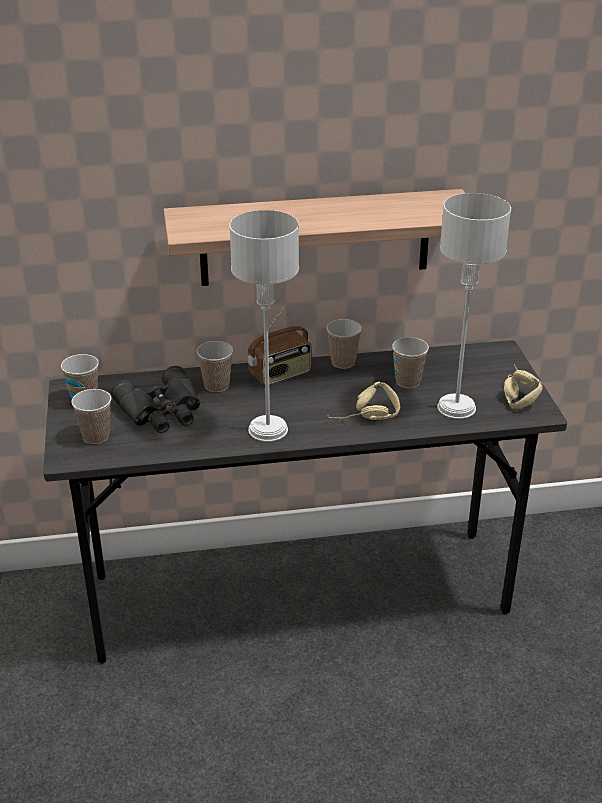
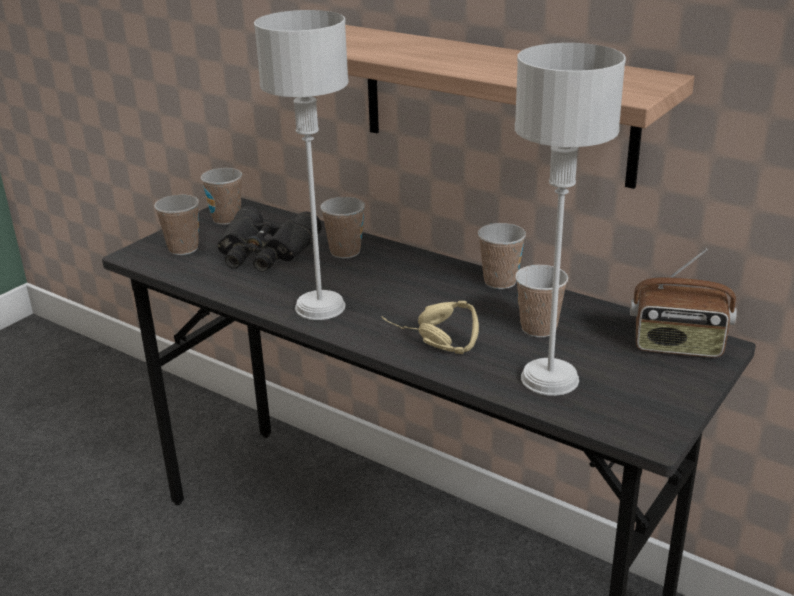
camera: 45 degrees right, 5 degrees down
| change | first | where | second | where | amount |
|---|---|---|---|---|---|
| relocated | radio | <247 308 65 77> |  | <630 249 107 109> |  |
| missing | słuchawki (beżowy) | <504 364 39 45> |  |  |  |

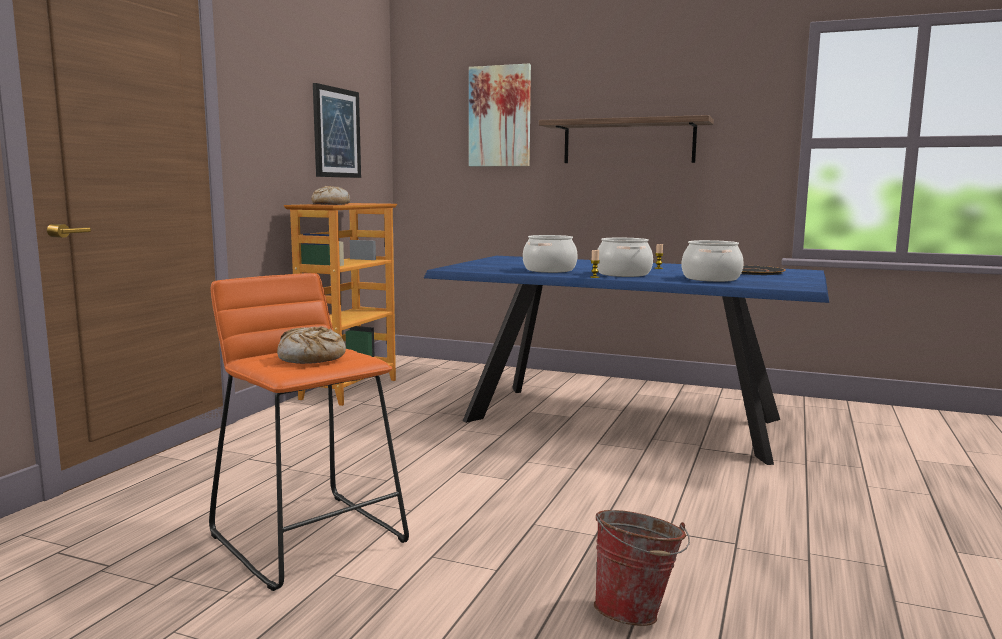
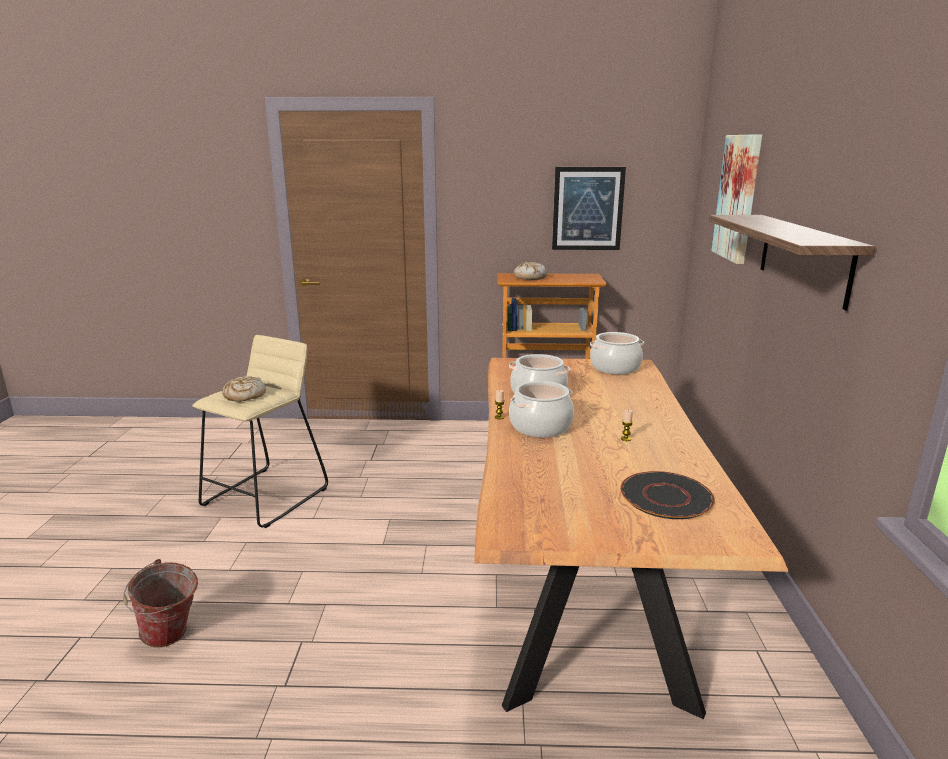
camera: 70 degrees right, 10 degrees up
| change | first | where | second | where | amount |
|---|---|---|---|---|---|
| colour | stołek (pomarańczowy) | <209 273 200 318> | stołek (beżowy) | <192 335 136 193> |  |
| colour | stół jadalny (niebieski) | <424 256 405 209> | stół jadalny (brązowy) | <474 358 315 361> |  |
| relocated | garnek | <682 240 62 42> |  | <590 332 54 42> |  |

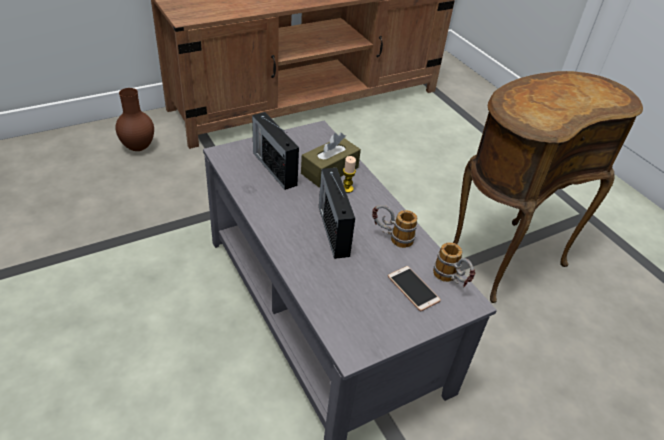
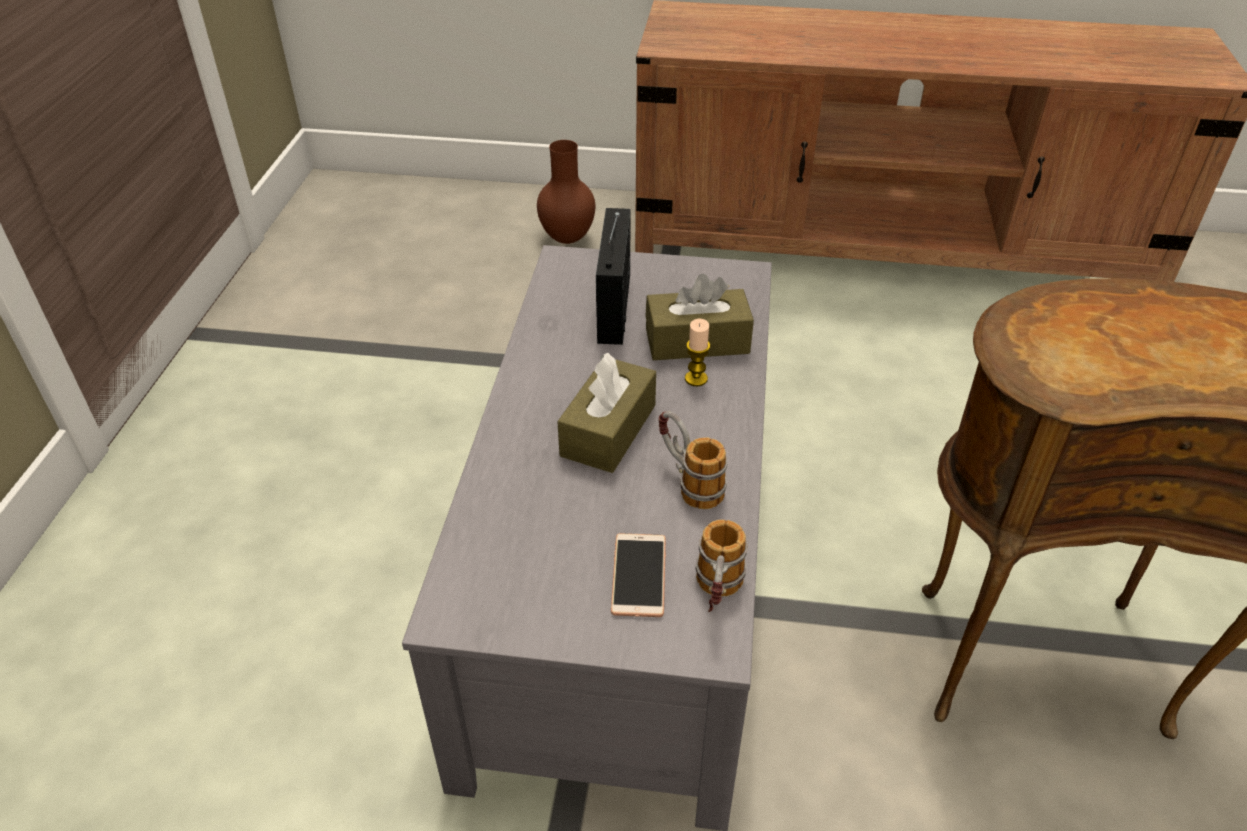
camera: 40 degrees right, 0 degrees up
| change | first | where | second | where | amount |
|---|---|---|---|---|---|
| exchanged | radio | <319 168 36 91> | pudełko chusteczek (brązowy) | <557 353 99 120> |  |

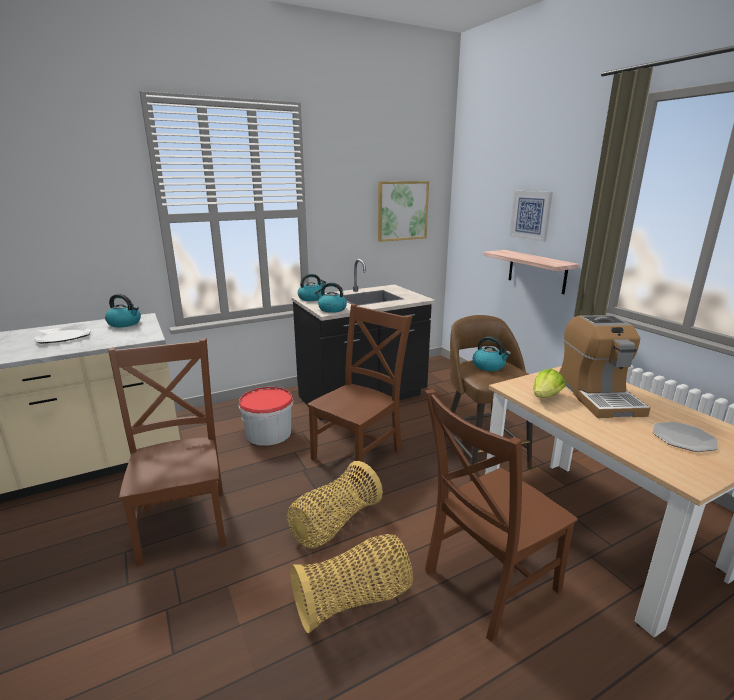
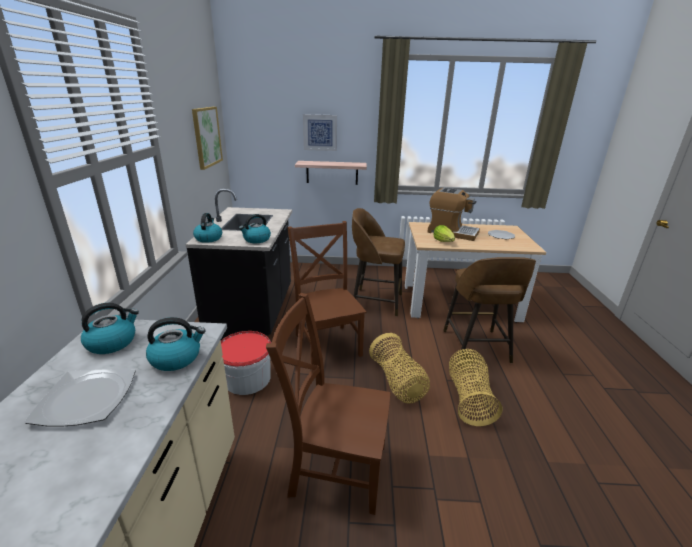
camera: 60 degrees left, 5 degrees up
| change | first | where | second | where | amount |
|---|---|---|---|---|---|
| relocated | czajnik | <473 336 38 35> |  | <146 317 59 54> |  |
| exchanged | krzesło (brązowy) | <425 389 153 253> | stołek (brązowy) | <443 257 93 106> |  |

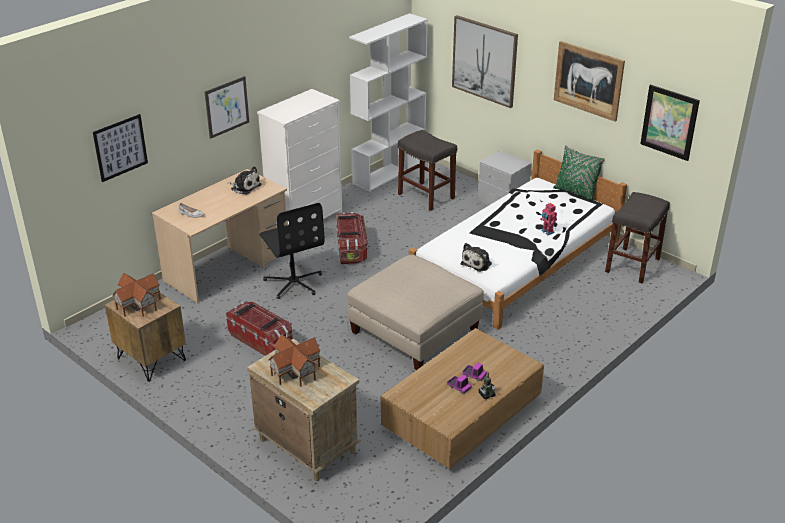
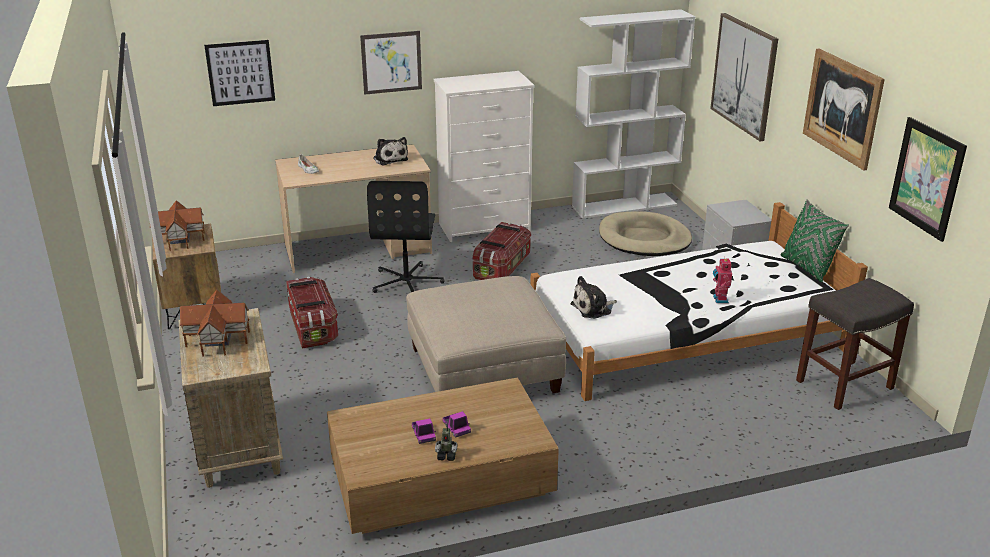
camera: 30 degrees right, 5 degrees down
| change | first | where | second | where | amount |
|---|---|---|---|---|---|
| exchanged | stołek (szary) | <398 130 59 81> | legowisko (beżowy) | <599 211 93 45> |  |

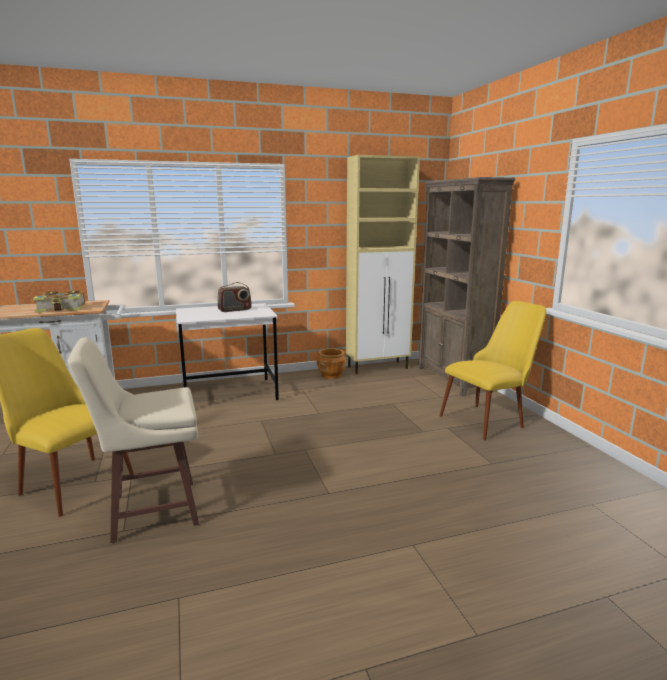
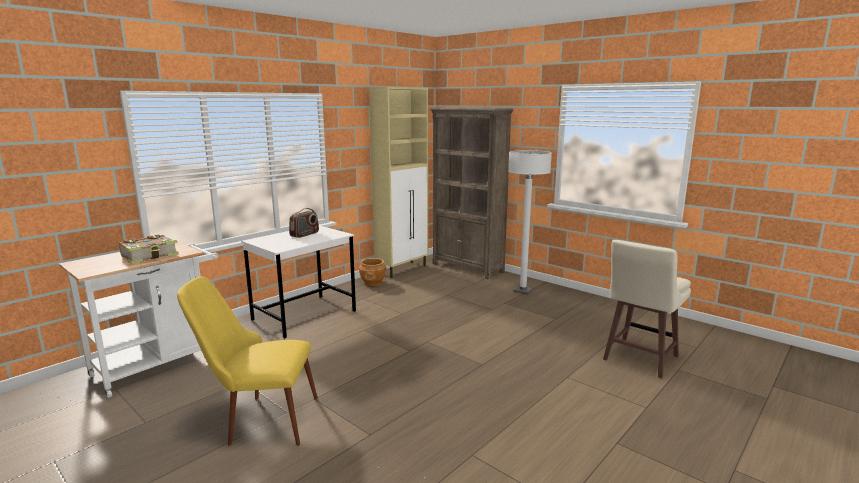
camera: 30 degrees left, 0 degrees up
| change | first | where | second | where | amount |
|---|---|---|---|---|---|
| exchanged | krzesło (żółty) | <440 301 106 139> | lampa stojąca (biały) | <508 150 44 144> |  |
| relocated | stołek (beżowy) | <68 337 131 206> |  | <603 240 88 138> |  |

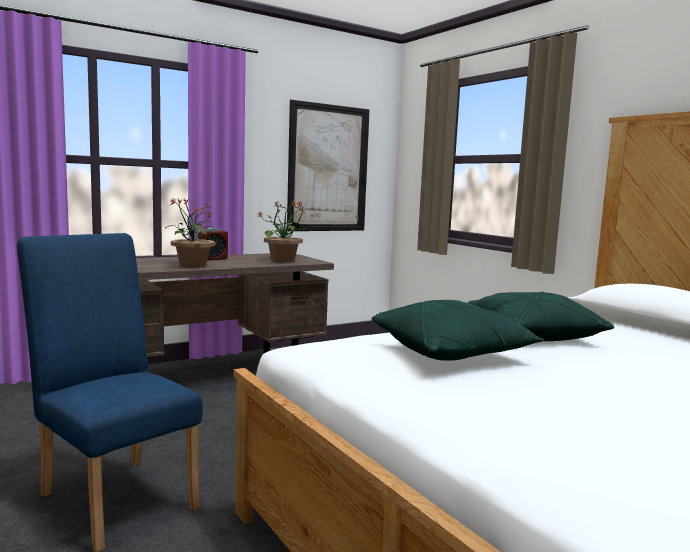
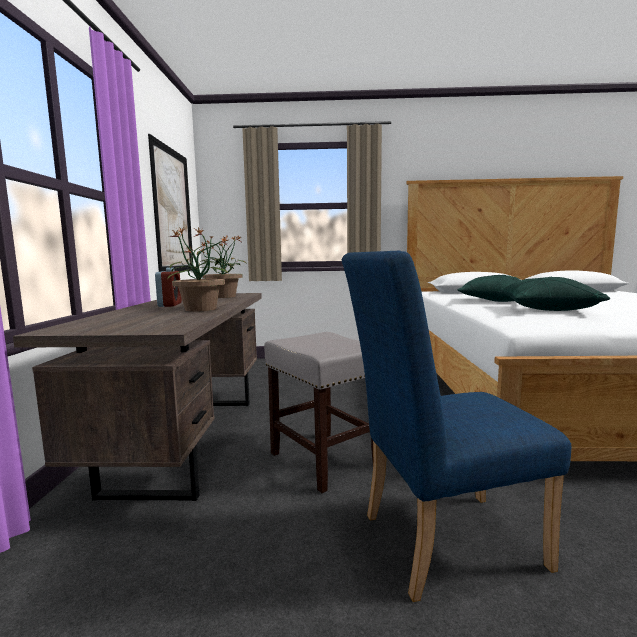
camera: 55 degrees left, 0 degrees up
| change | first | where | second | where | amount |
|---|---|---|---|---|---|
| appeared |  |  | stołek (szary) | <264 332 109 161> |  |

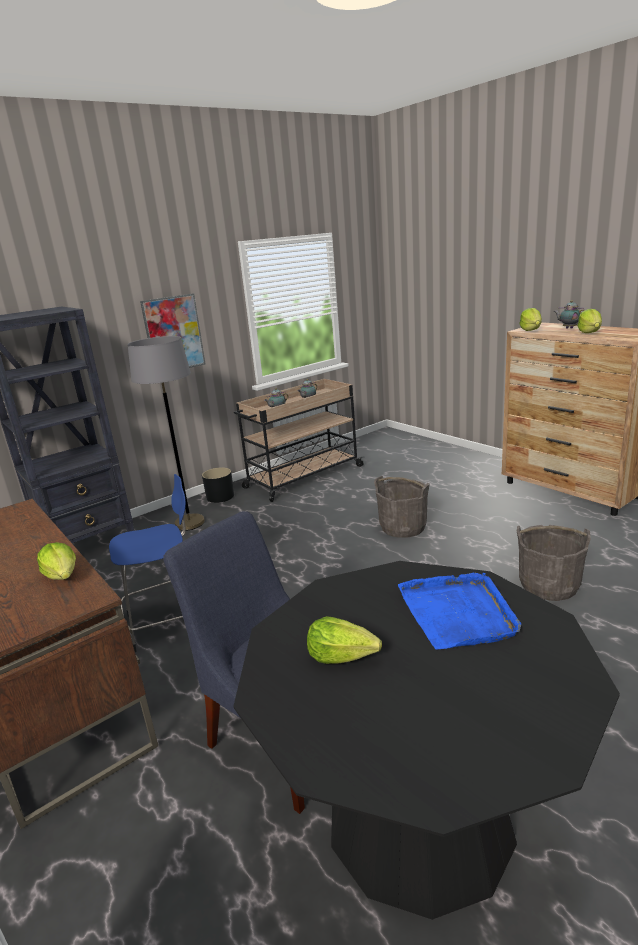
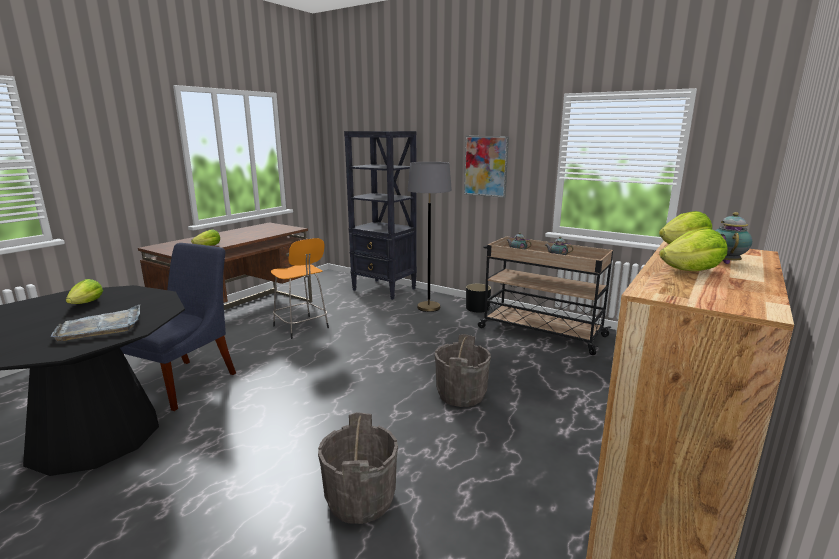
camera: 70 degrees right, 5 degrees down
| change | first | where | second | where | amount |
|---|---|---|---|---|---|
| colour | taca (niebieski) | <398 573 123 77> | taca (szary) | <51 305 89 36> |  |
| colour | stołek (niebieski) | <109 474 77 178> | stołek (pomarańczowy) | <271 238 58 101> |  |

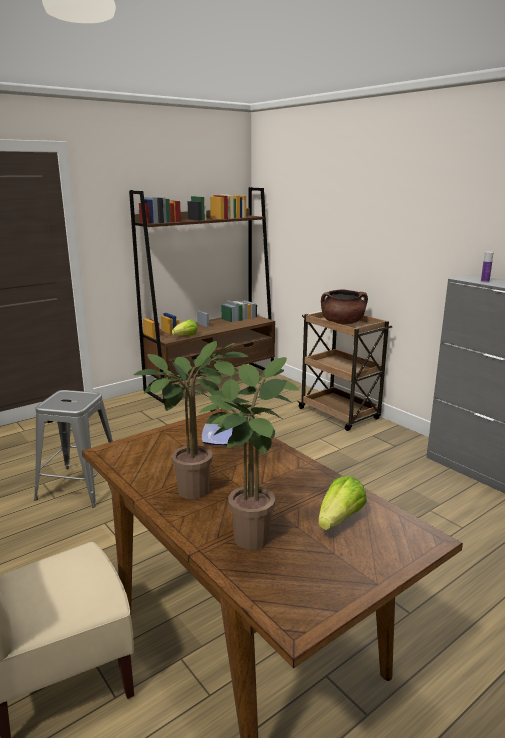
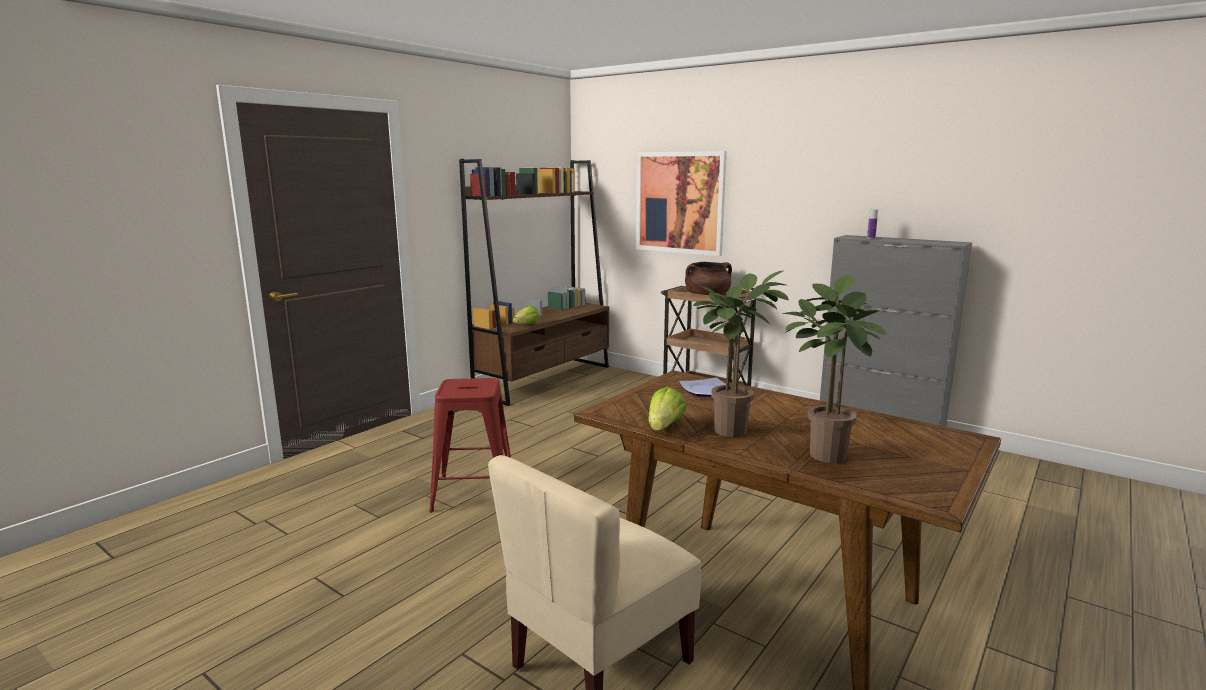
camera: 15 degrees left, 5 degrees down
| change | first | where | second | where | amount |
|---|---|---|---|---|---|
| colour | stołek (szary) | <34 390 79 118> | stołek (czerwony) | <429 378 82 134> |  |
| appeared |  |  | obraz | <636 151 91 105> |  |
| relocated | sałata | <318 475 49 55> |  | <649 387 37 44> |  |

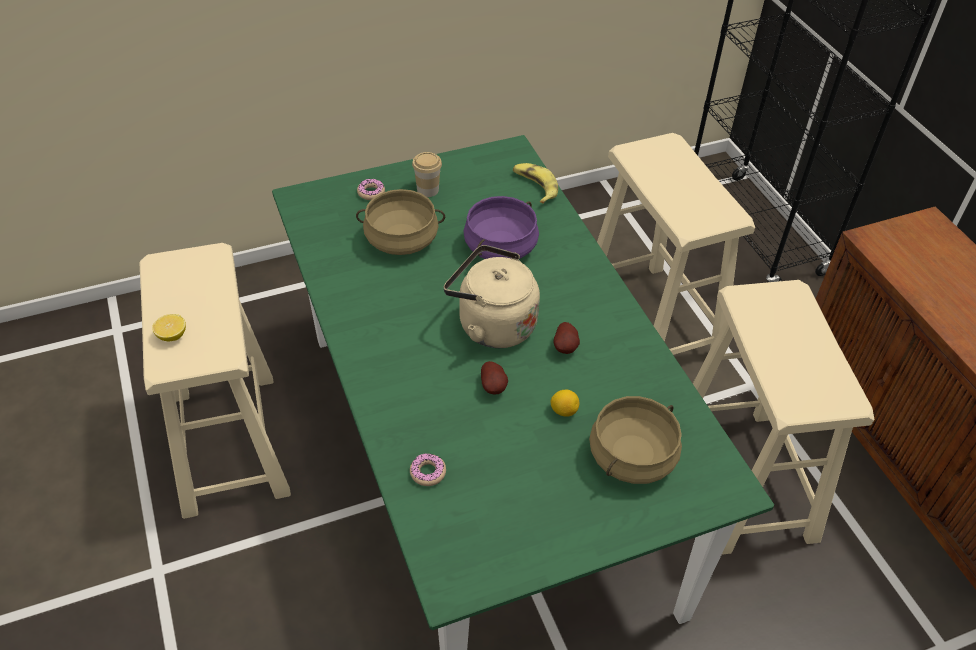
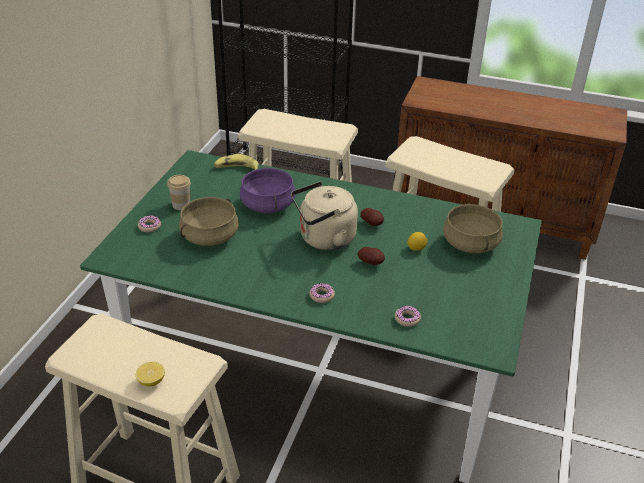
camera: 50 degrees left, 10 degrees down
| change | first | where | second | where | amount |
|---|---|---|---|---|---|
| appeared |  |  | donut | <309 283 26 20> |  |

